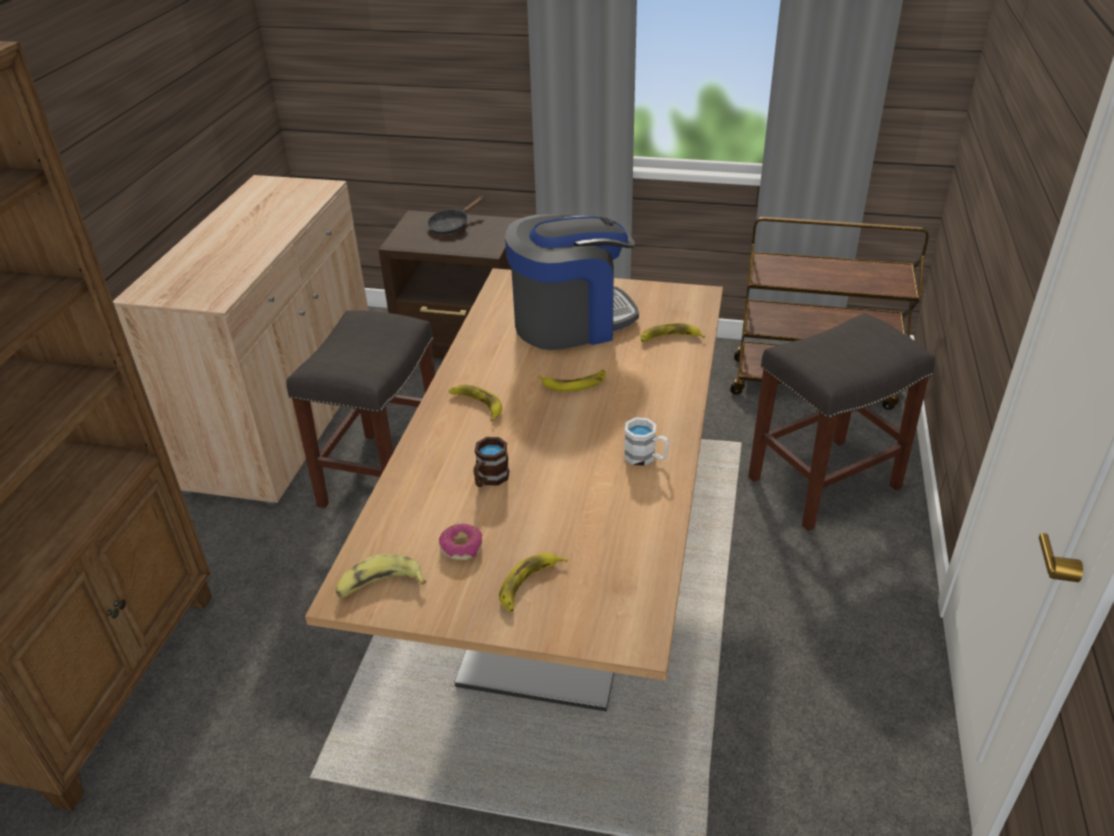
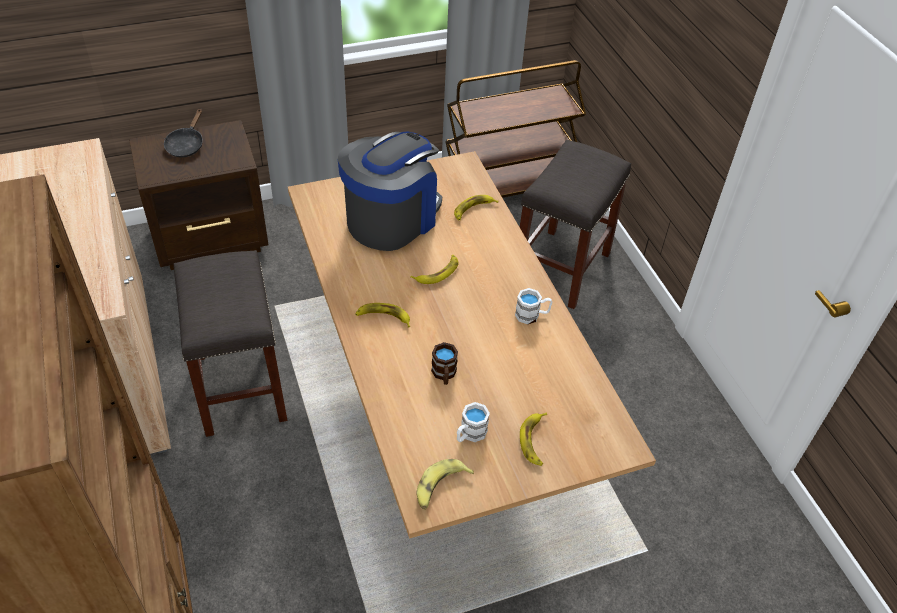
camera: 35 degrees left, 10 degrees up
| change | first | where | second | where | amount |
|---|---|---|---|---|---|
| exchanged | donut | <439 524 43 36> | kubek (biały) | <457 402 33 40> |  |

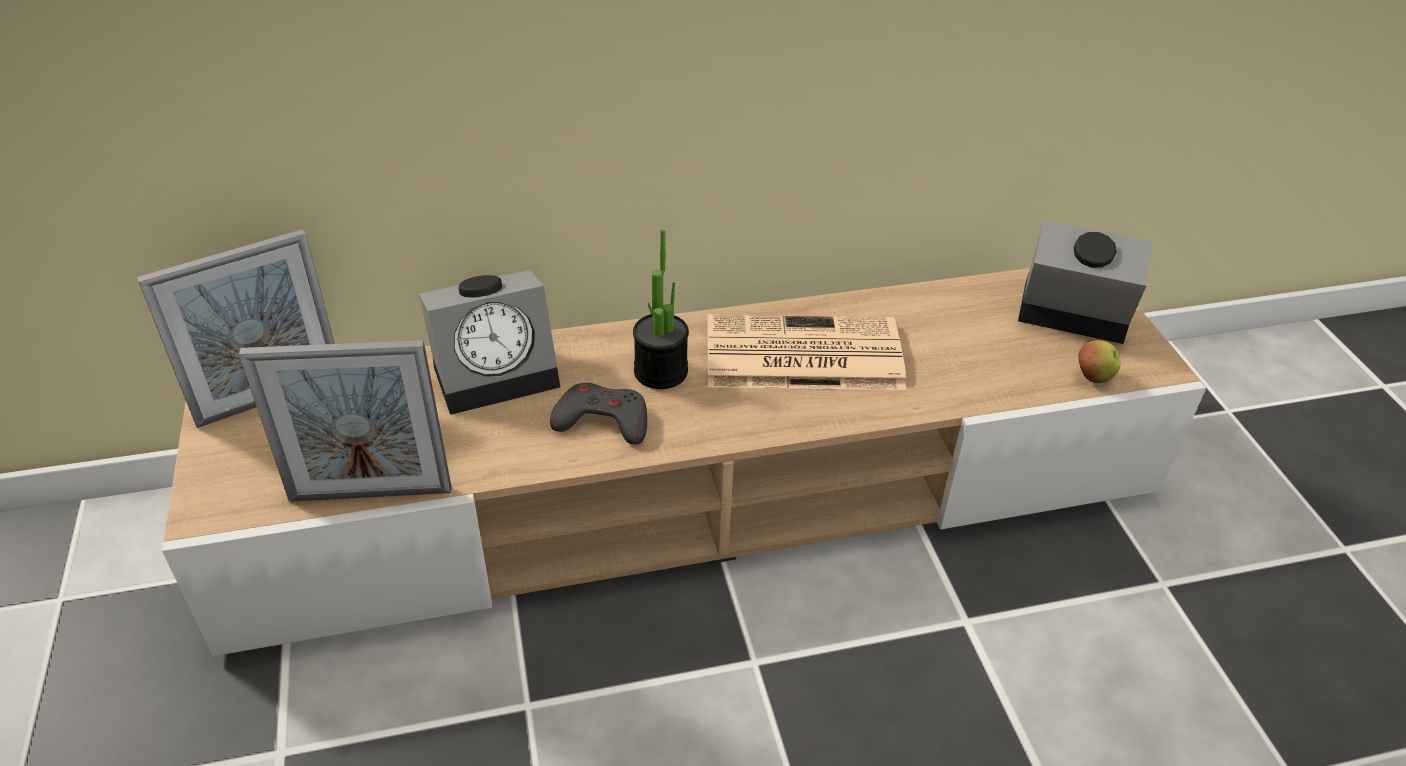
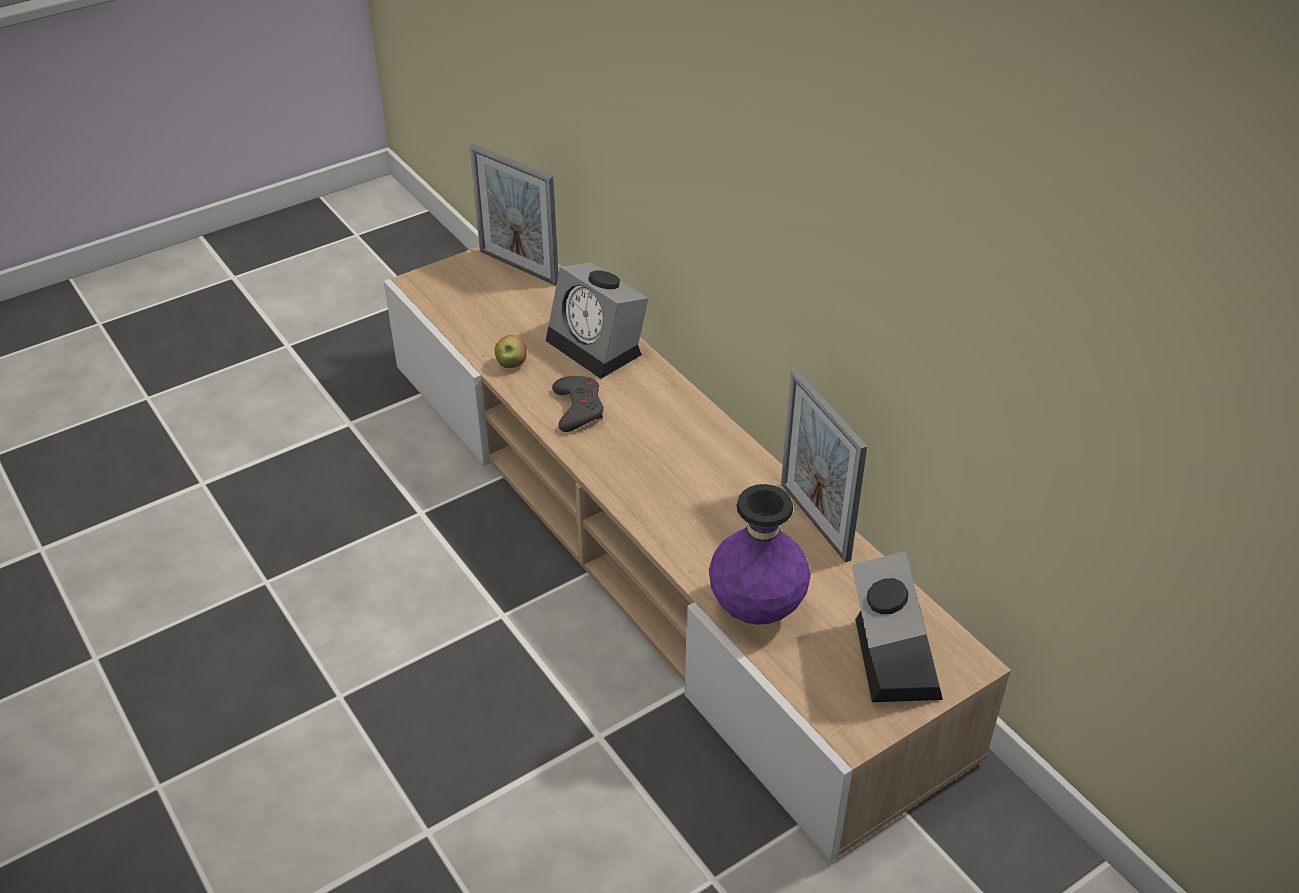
camera: 70 degrees right, 0 degrees up
| change | first | where | second | where | amount |
|---|---|---|---|---|---|
| relocated | jabłko | <1078 340 43 43> |  | <495 335 32 33> |  |
| appeared |  |  | wazon (fioletowy) | <709 484 102 141> |  |
| relocated | ramka na zdjęcie | <239 340 213 162> |  | <781 369 86 193> |  |
| missing | roślina doniczkowa | <633 229 56 160> |  |  |  |
| missing | gazeta | <707 314 199 76> |  |  |  |

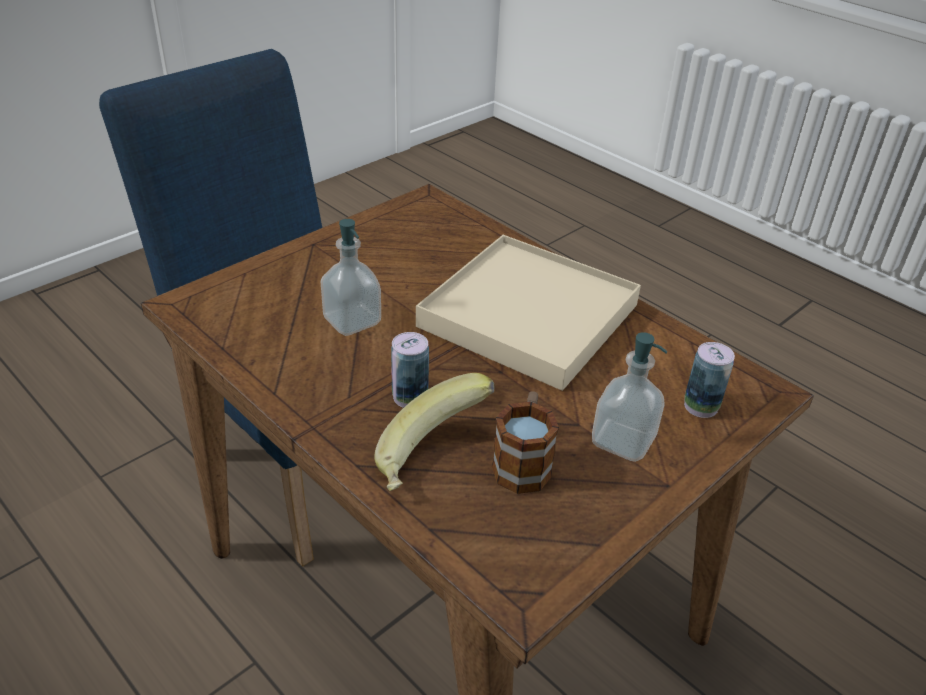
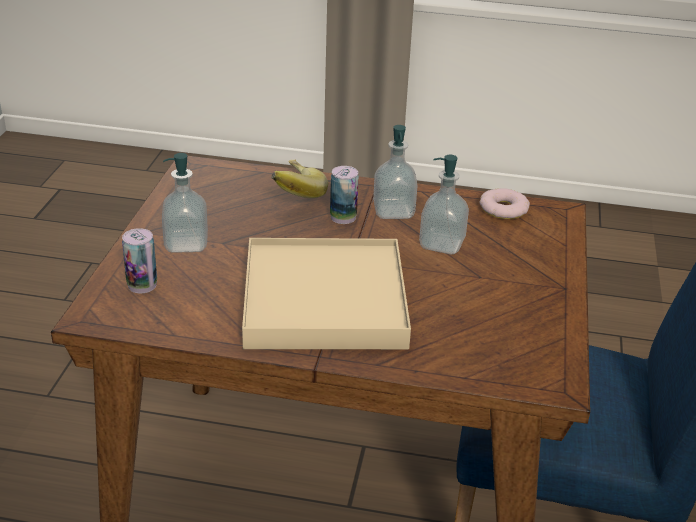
camera: 145 degrees right, 5 degrees down
| change | first | where | second | where | amount |
|---|---|---|---|---|---|
| appeared |  |  | dozownik mydła | <373 125 44 94> |  |
| appeared |  |  | donut | <480 188 50 31> |  |
| missing | kubek | <492 391 67 103> |  |  |  |

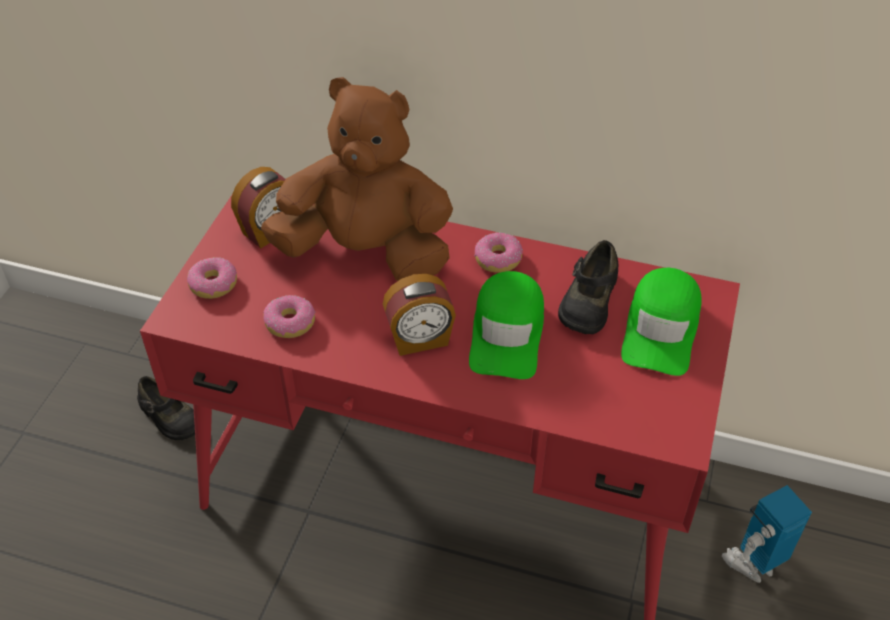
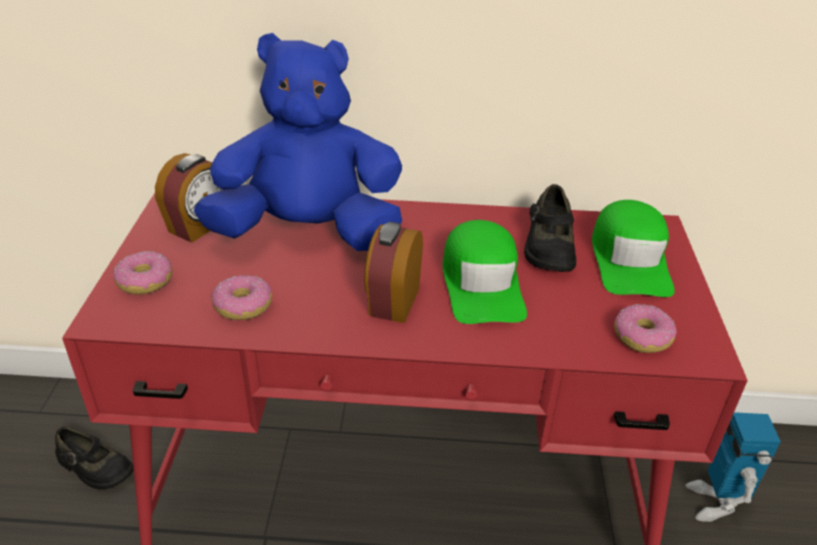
camera: 15 degrees left, 10 degrees down
| change | first | where | second | where | amount |
|---|---|---|---|---|---|
| colour | pluszak (brązowy) | <261 77 192 204> | pluszak (niebieski) | <194 33 208 218> |  |
| spun | budzik | <383 274 73 82> |  | <364 222 59 101> | 135 degrees clockwise |
| relocated | donut | <474 232 49 41> |  | <614 304 63 49> |  |
| spun | robot zabawkowy | <722 485 90 98> |  | <685 412 96 110> | 45 degrees counterclockwise |

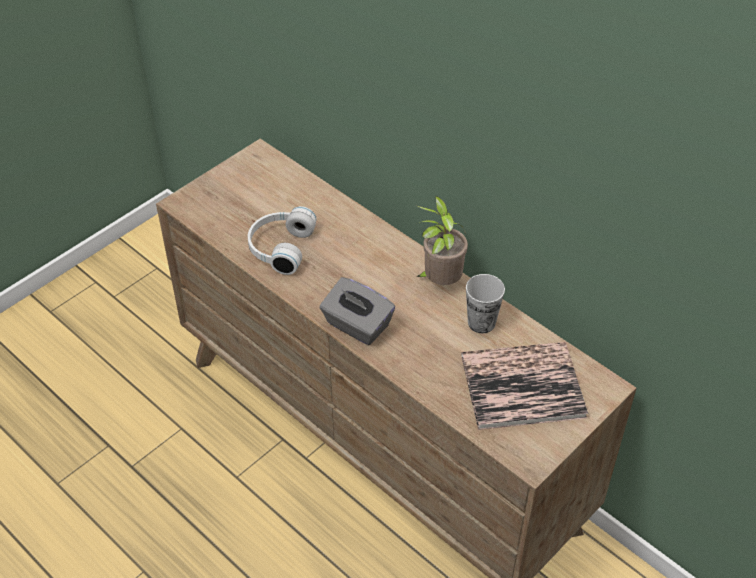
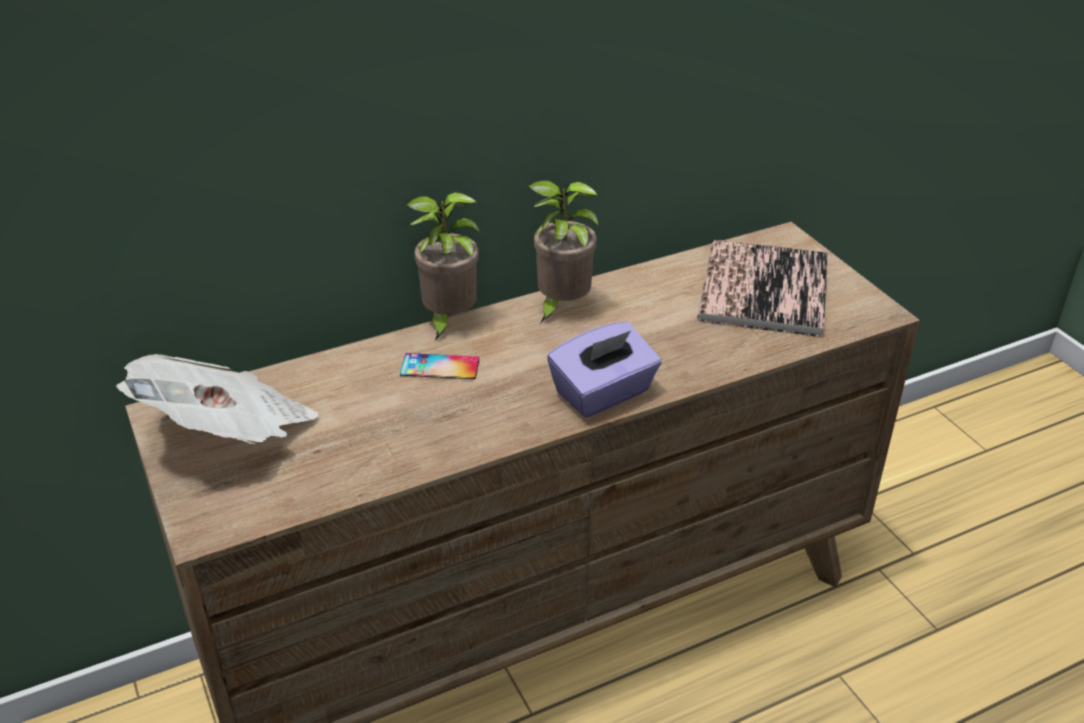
camera: 70 degrees left, 10 degrees down
| change | first | where | second | where | amount |
|---|---|---|---|---|---|
| appeared |  |  | gazeta | <116 354 202 90> |  |
| appeared |  |  | telefon | <400 353 79 26> |  |
| appeared |  |  | roślina doniczkowa | <406 192 74 149> |  |
| colour | pudełko chusteczek (szary) | <320 277 75 68> | pudełko chusteczek (fioletowy) | <547 322 114 95> |  |
| missing | słuchawki (biały) | <248 206 69 69> |  |  |  |
| missing | filiżanka | <466 274 39 59> |  |  |  |

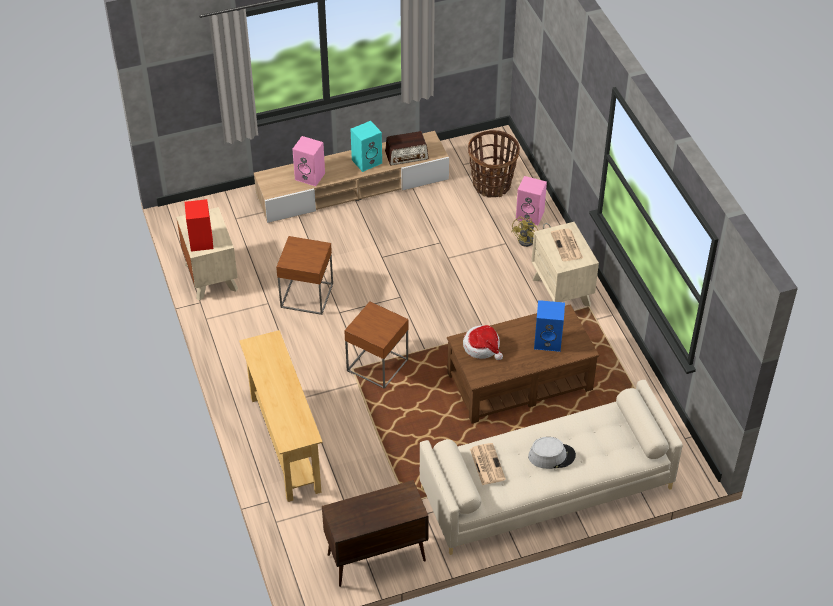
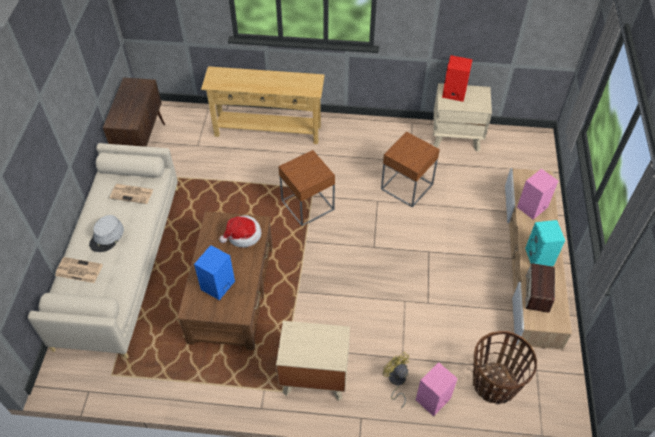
camera: 115 degrees right, 5 degrees up
| change | first | where | second | where | amount |
|---|---|---|---|---|---|
| relocated | gazeta | <551 228 32 33> |  | <55 257 48 26> |  |

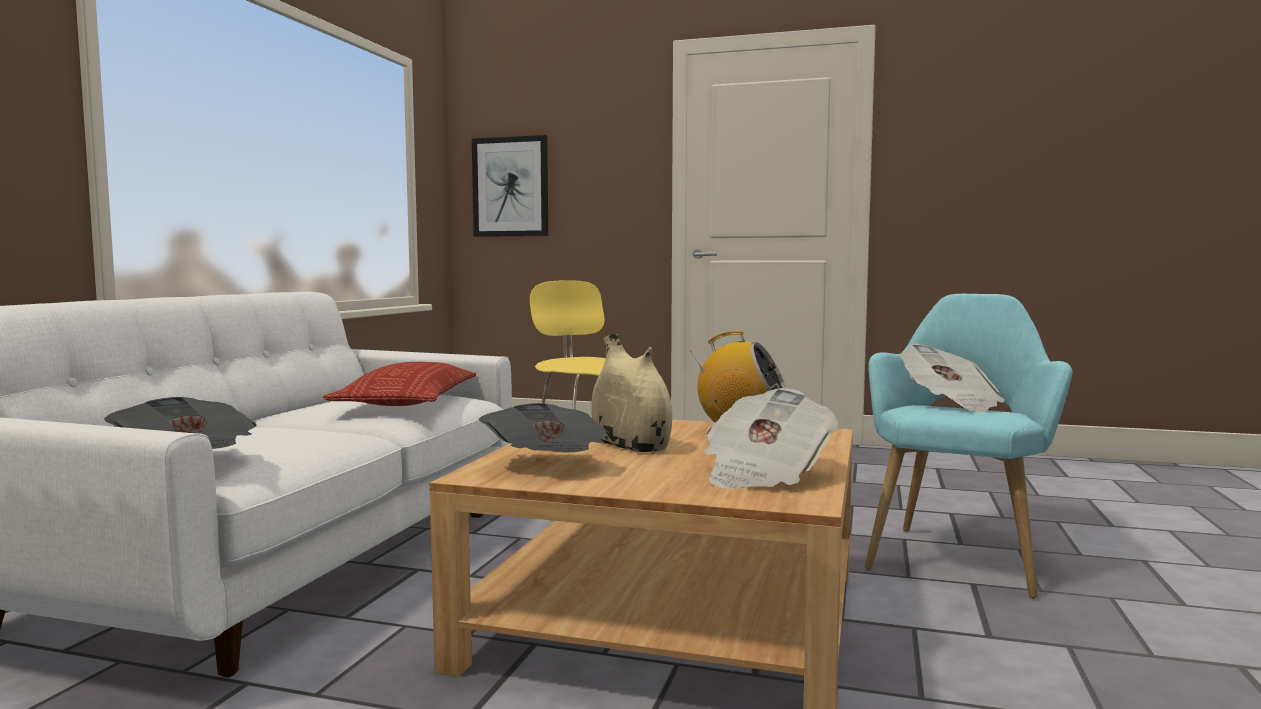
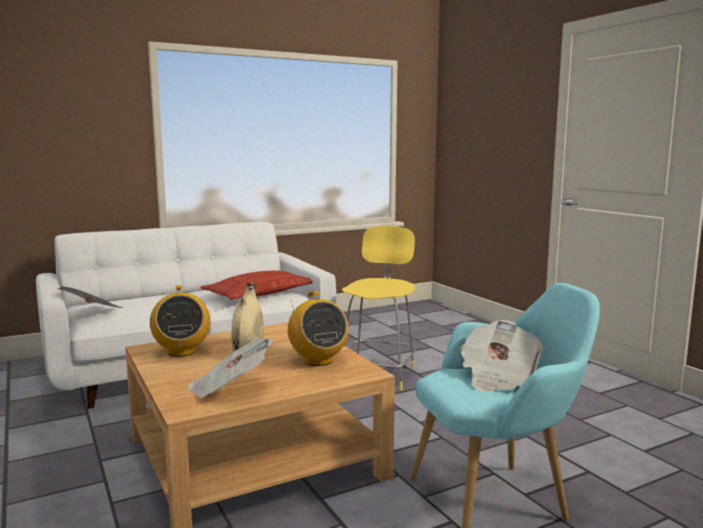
camera: 45 degrees right, 5 degrees up
| change | first | where | second | where | amount |
|---|---|---|---|---|---|
| exchanged | gazeta | <479 403 130 49> | radio | <150 285 60 72> |  |
| missing | obraz | <472 135 76 102> |  |  |  |

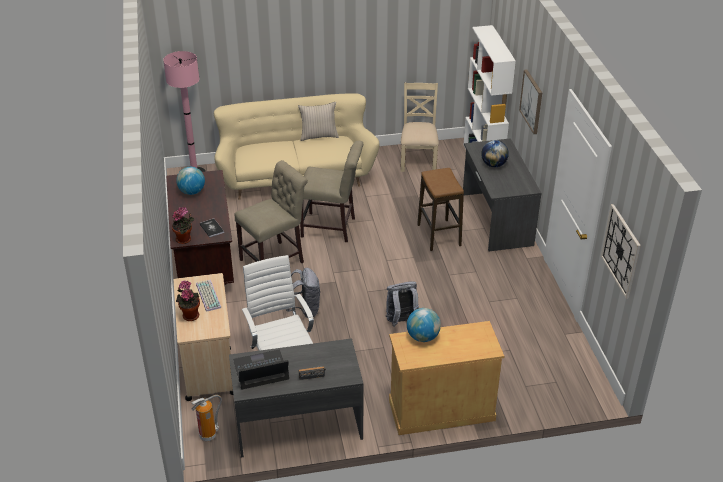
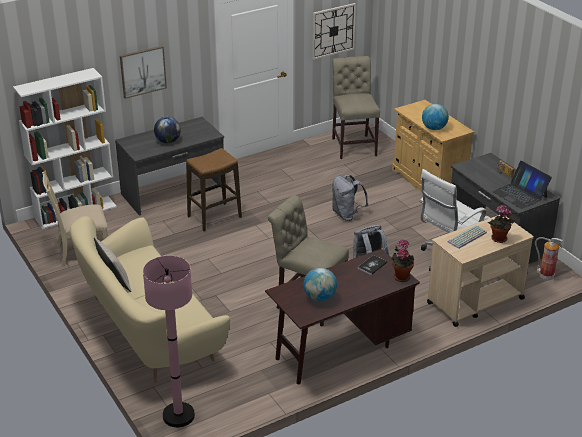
camera: 110 degrees left, 5 degrees down
| change | first | where | second | where | amount |
|---|---|---|---|---|---|
| relocated | krzesło (beżowy) | <300 141 63 101> |  | <332 56 48 103> |  |

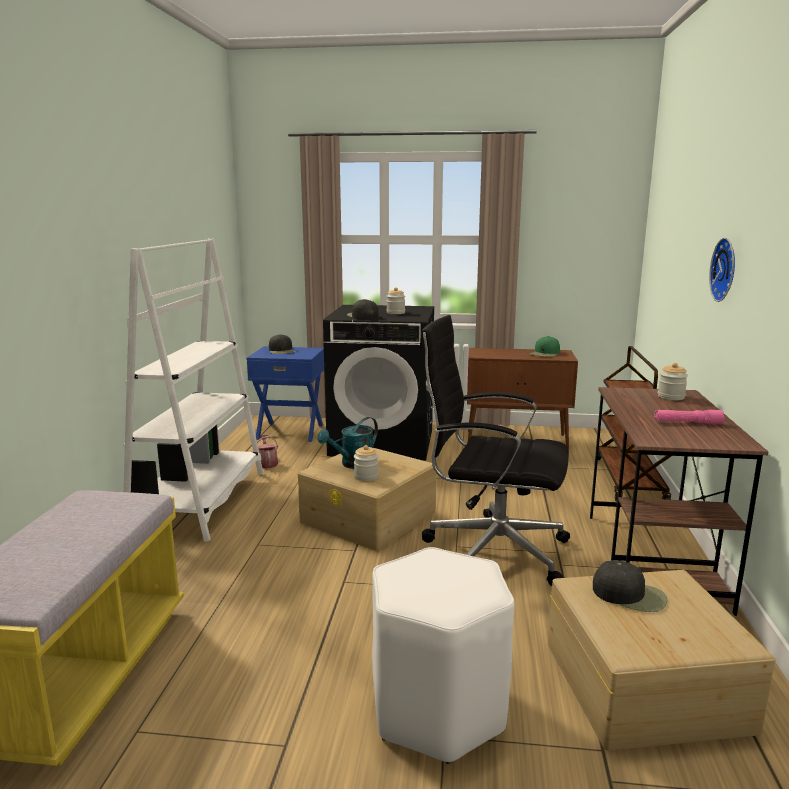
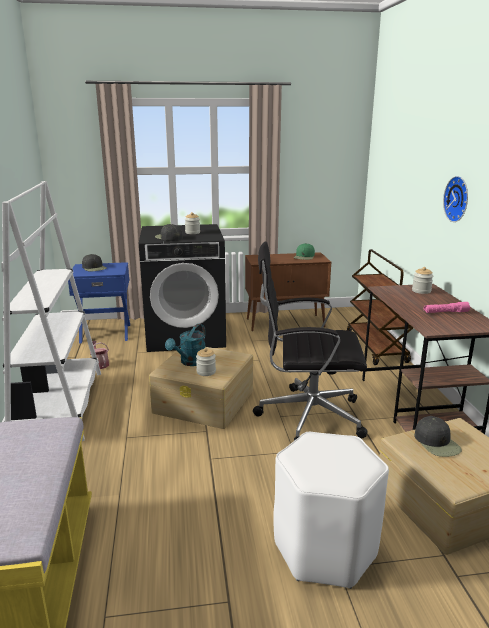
camera: 15 degrees left, 5 degrees up
| change | first | where | second | where | amount |
|---|---|---|---|---|---|
| spun | czapka z daszkiem (czarny) | <593 560 74 52> |  | <414 416 48 41> | 60 degrees clockwise |

